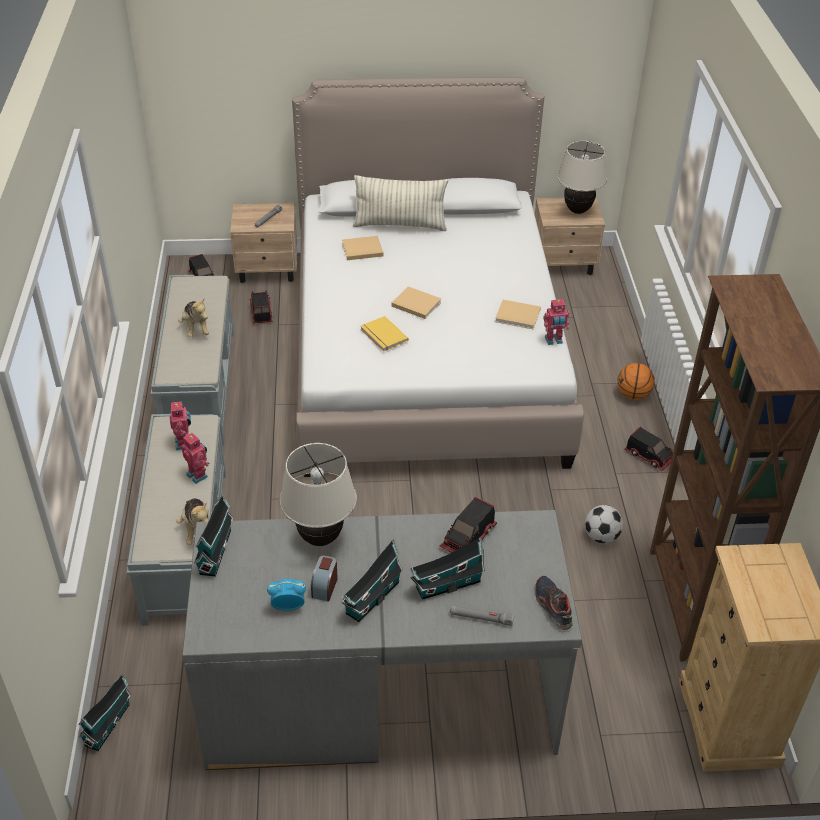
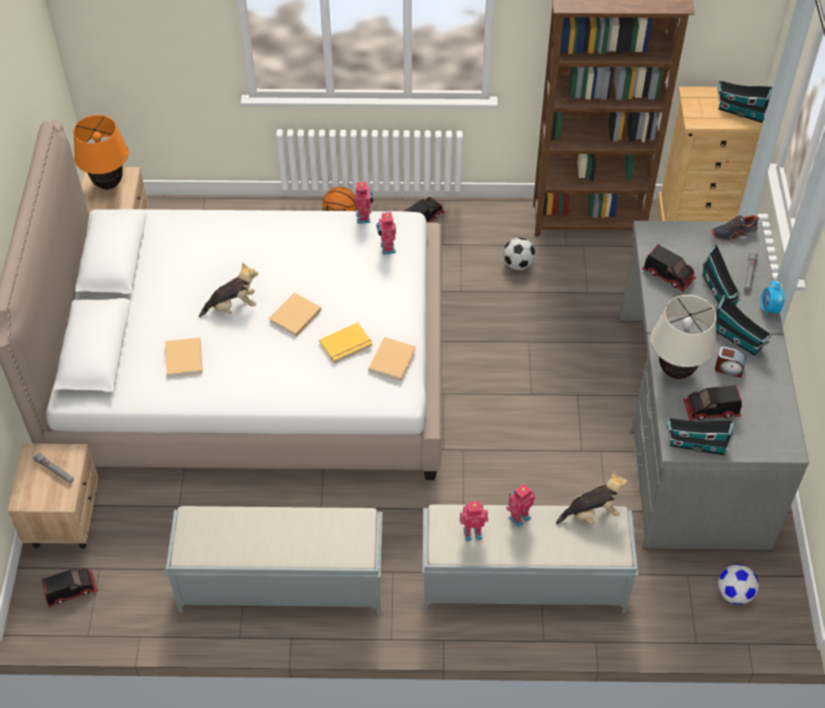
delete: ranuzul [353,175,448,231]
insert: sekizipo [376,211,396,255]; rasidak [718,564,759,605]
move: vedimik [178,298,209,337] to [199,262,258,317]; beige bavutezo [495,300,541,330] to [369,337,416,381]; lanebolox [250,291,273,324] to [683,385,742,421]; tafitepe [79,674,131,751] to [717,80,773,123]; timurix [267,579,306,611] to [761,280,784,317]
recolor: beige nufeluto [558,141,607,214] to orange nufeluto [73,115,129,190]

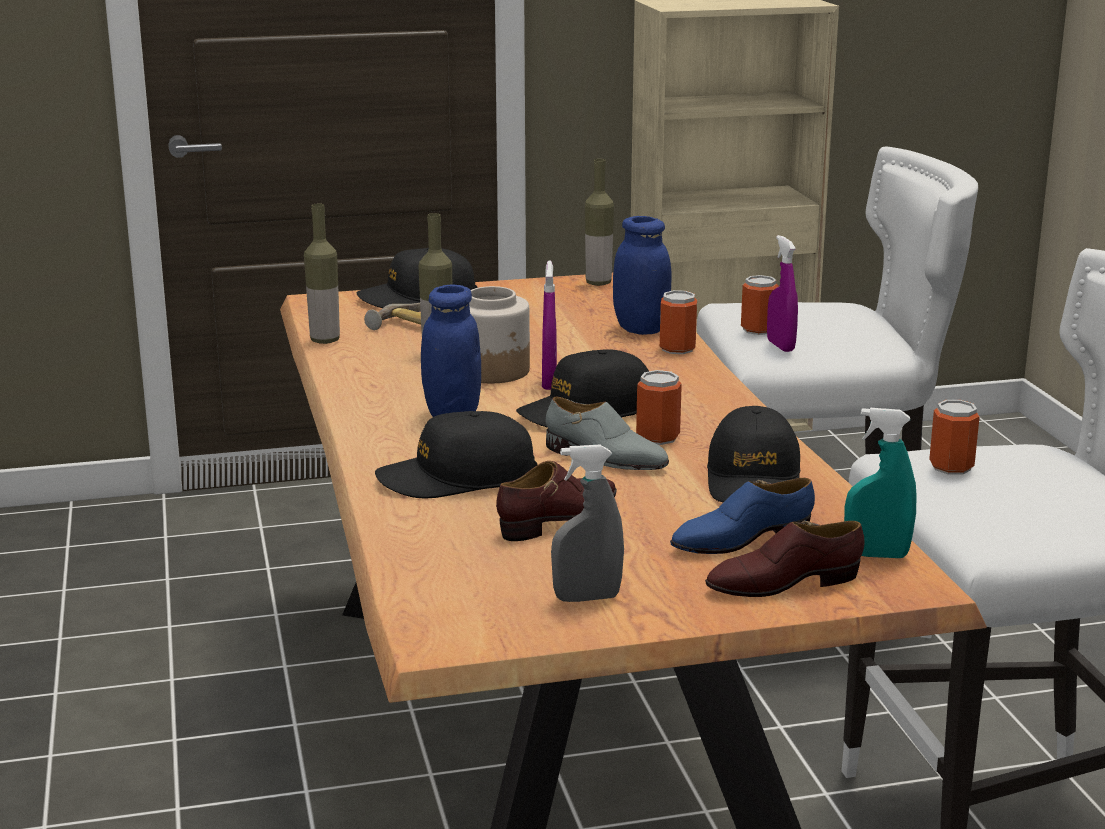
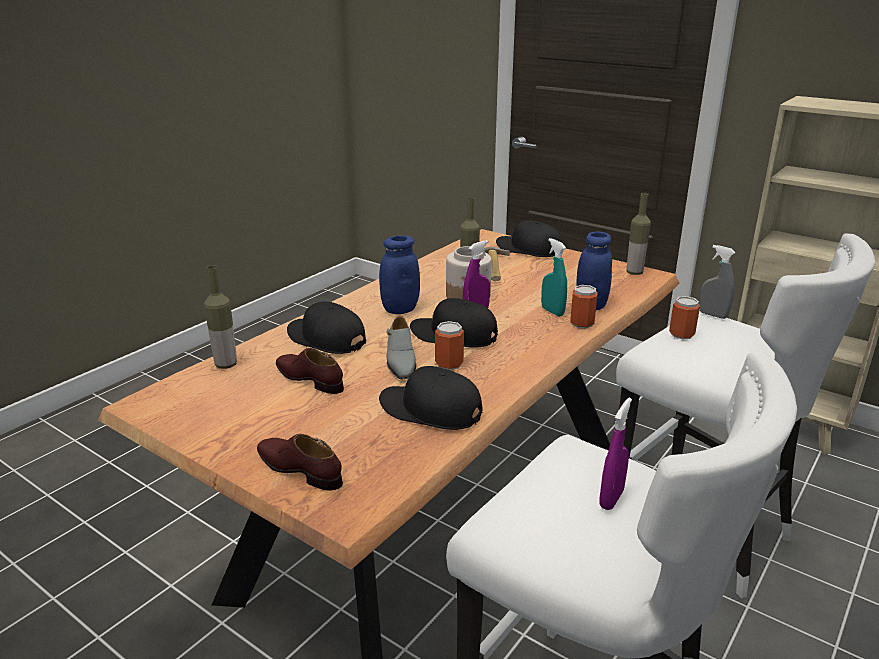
delete: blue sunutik [670,478,815,554]; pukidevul [929,400,980,474]
move: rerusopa [304,203,340,344] to [204,266,237,369]; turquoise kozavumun [844,408,917,558] to [541,238,567,317]; purple kozavumun [767,235,798,352] to [599,398,632,510]; grey kozavumun [551,445,624,602] to [699,245,736,319]
rotate: brown sunutik [496,461,617,541] = [276,348,344,394] 150 degrees counterclockwise; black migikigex [707,406,800,502] = [379,366,483,430] 60 degrees clockwise

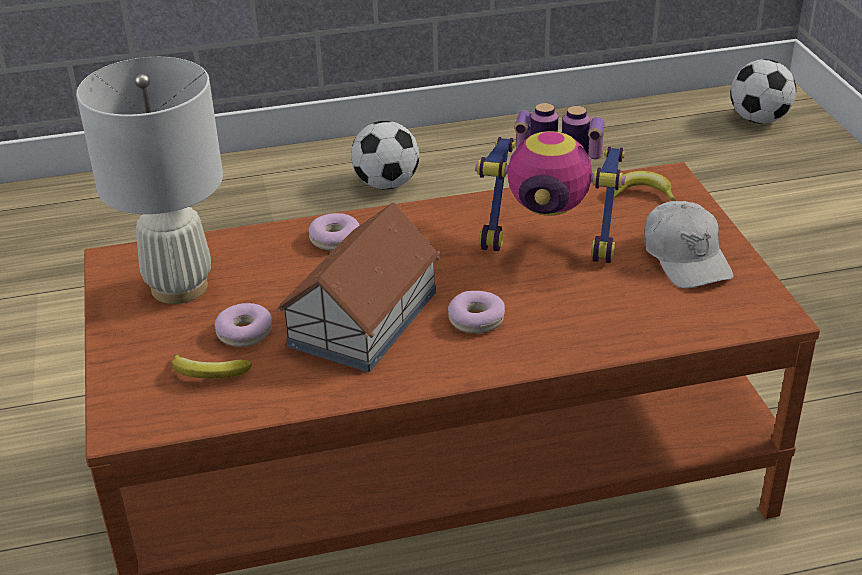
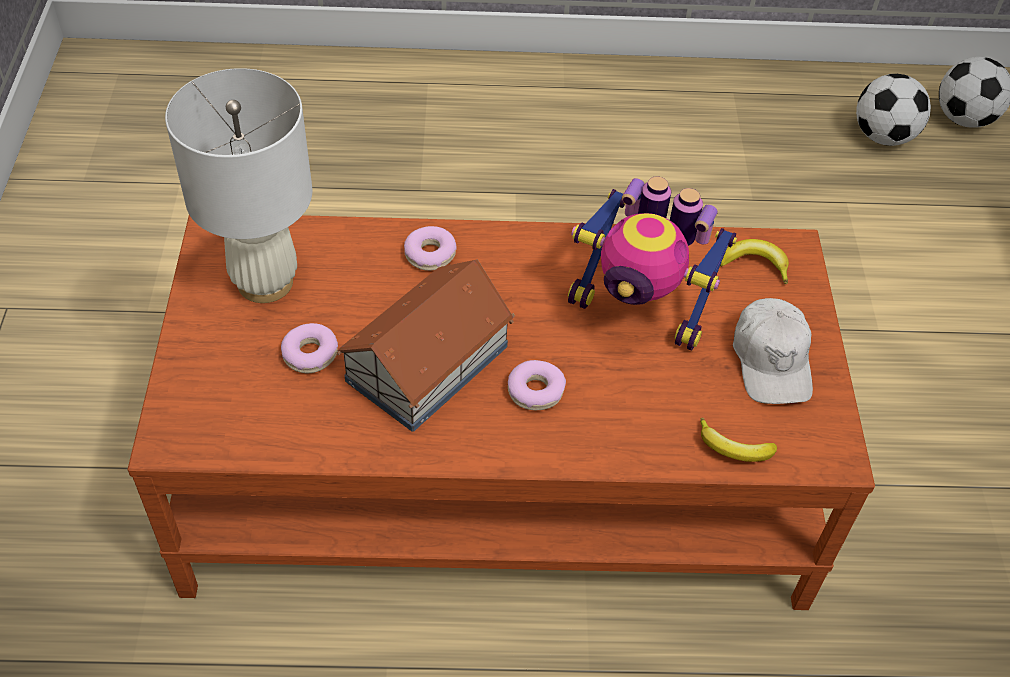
move: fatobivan [172,354,252,379] to [700,418,777,462]; rasidak [351,121,419,190] to [856,74,931,146]

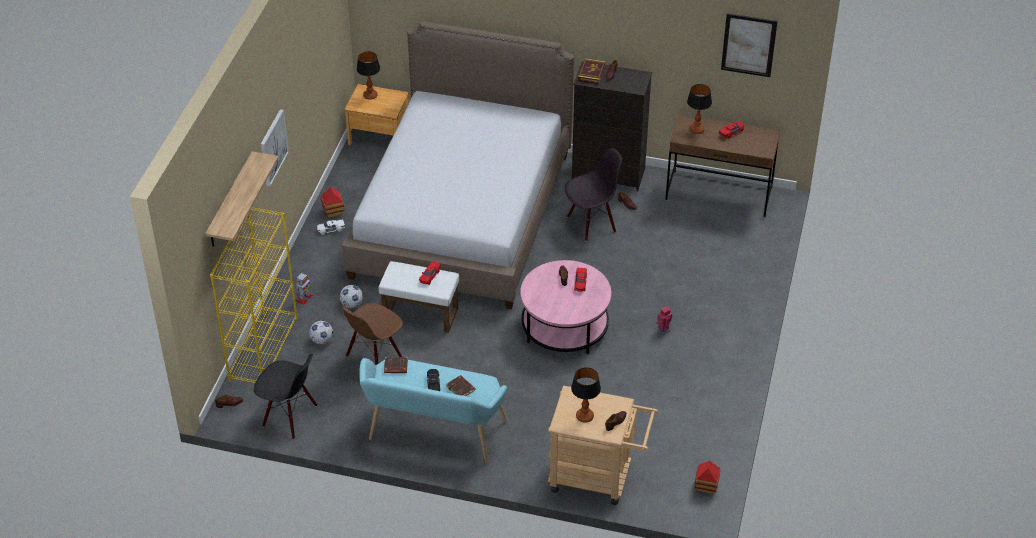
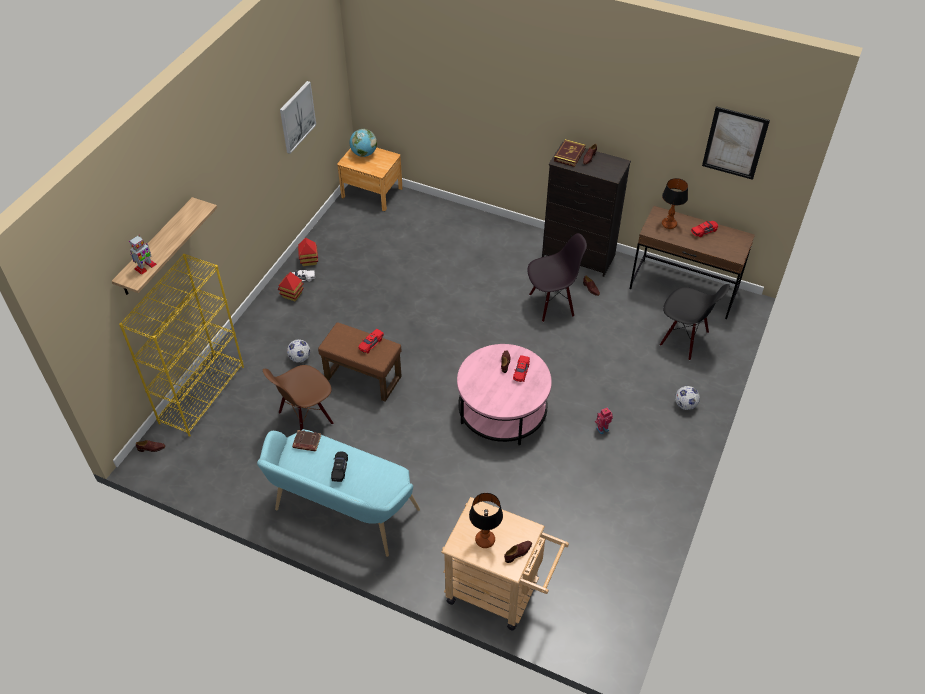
delete: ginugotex [342,22,574,309]; brown bavutezo [446,375,475,396]
move: sekizipo [296,273,313,305] to [129,234,157,275]; tafitepe [694,461,721,494] to [278,272,304,301]; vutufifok [261,109,289,187] to [280,81,316,154]; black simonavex [254,354,317,439] to [660,284,730,360]; rasidak [309,321,333,345] to [675,386,700,410]
replace: nufeluto [357,51,380,100] to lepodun [349,129,377,157]
recolor: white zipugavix [379,261,459,333] to brown zipugavix [318,322,402,402]

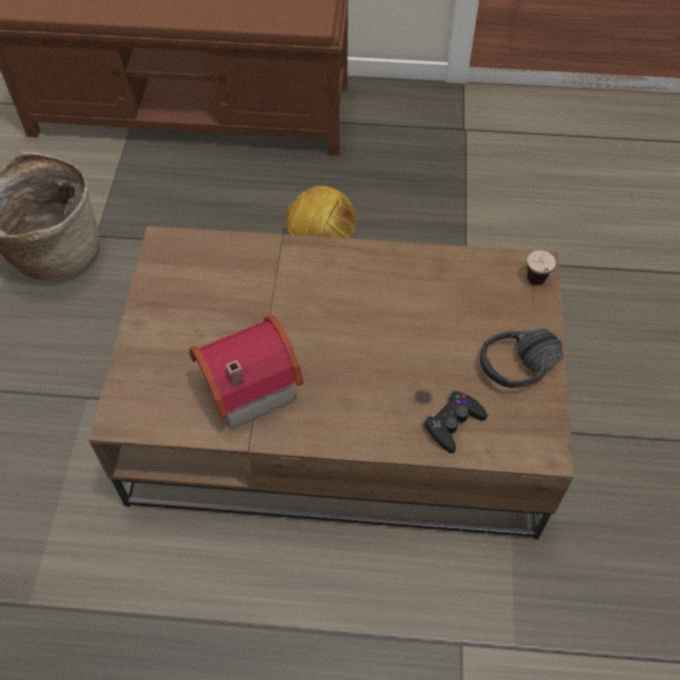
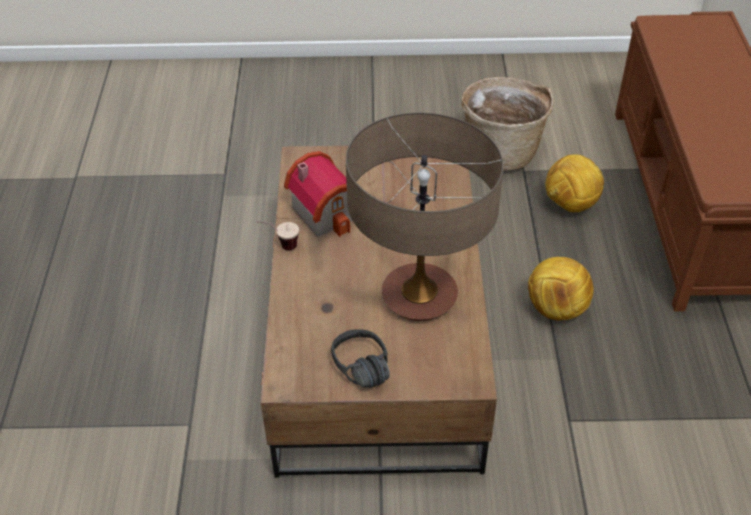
delete: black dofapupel [424,390,487,454]
insert: nufeluto [346,113,504,321]; rasidak [545,154,604,212]
move: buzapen [527,250,556,285] to [256,221,299,251]

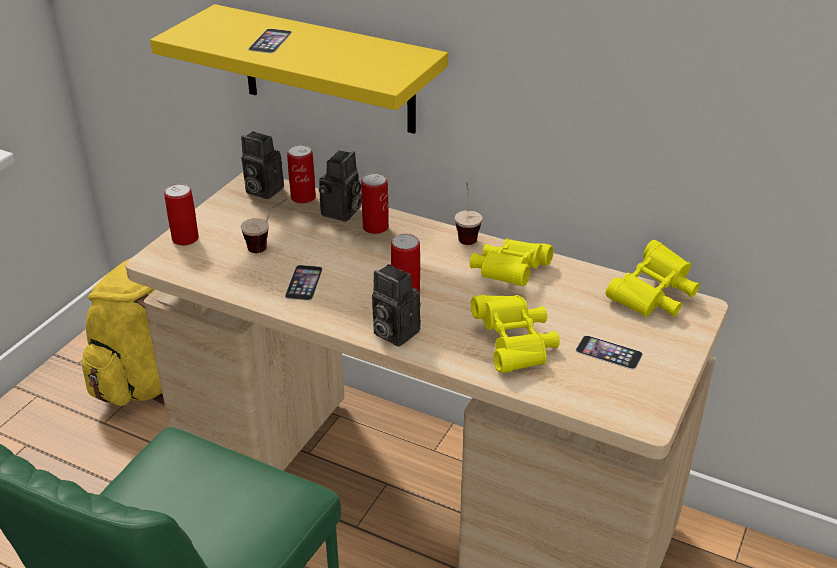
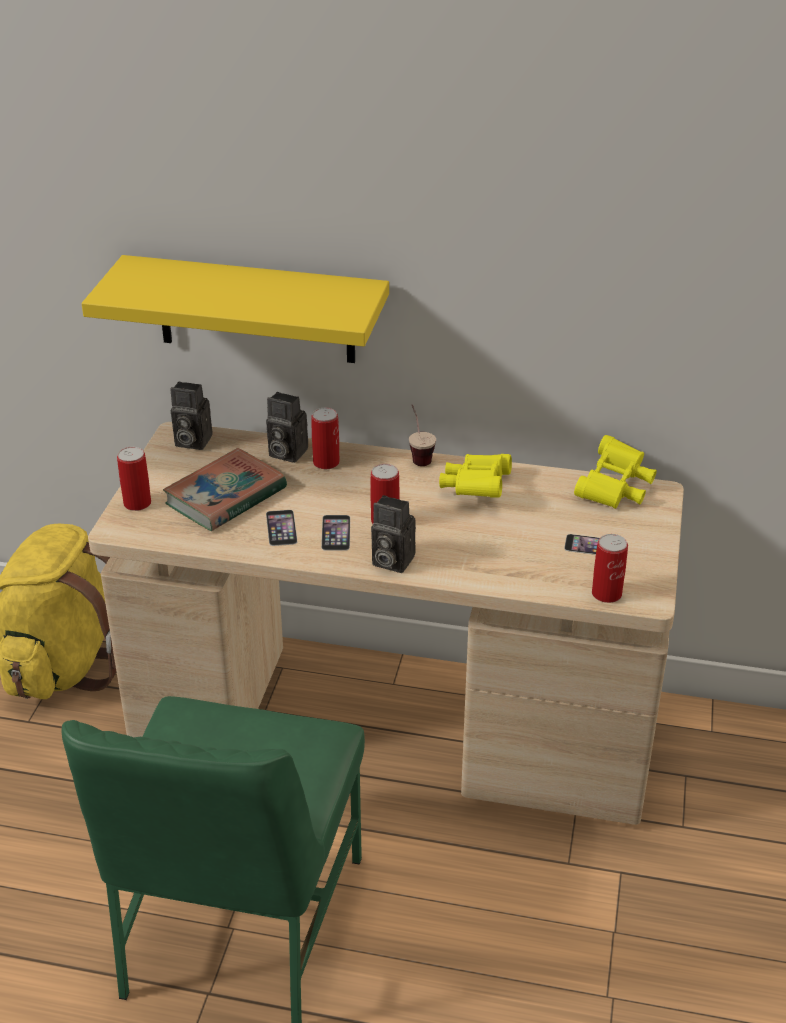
delete: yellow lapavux [471,295,560,373]
move: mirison [248,29,292,53] to [321,515,350,551]; pukidevul [287,145,316,204] to [592,534,628,603]
replace: buzapen [241,199,287,253] to bavutezo [163,448,287,531]
rotate: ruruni [319,150,362,222] = [266,392,308,463] 105 degrees clockwise

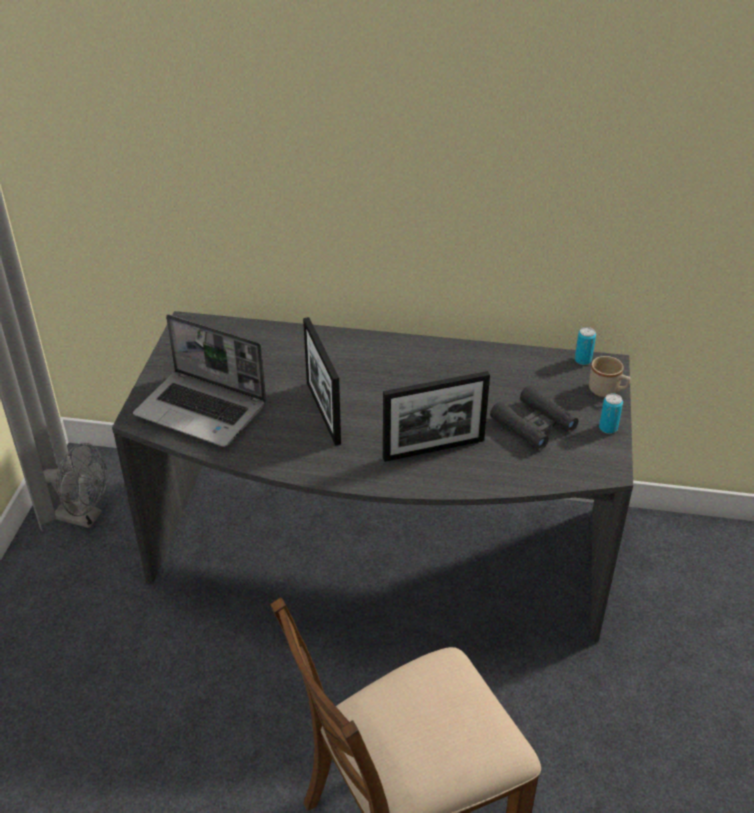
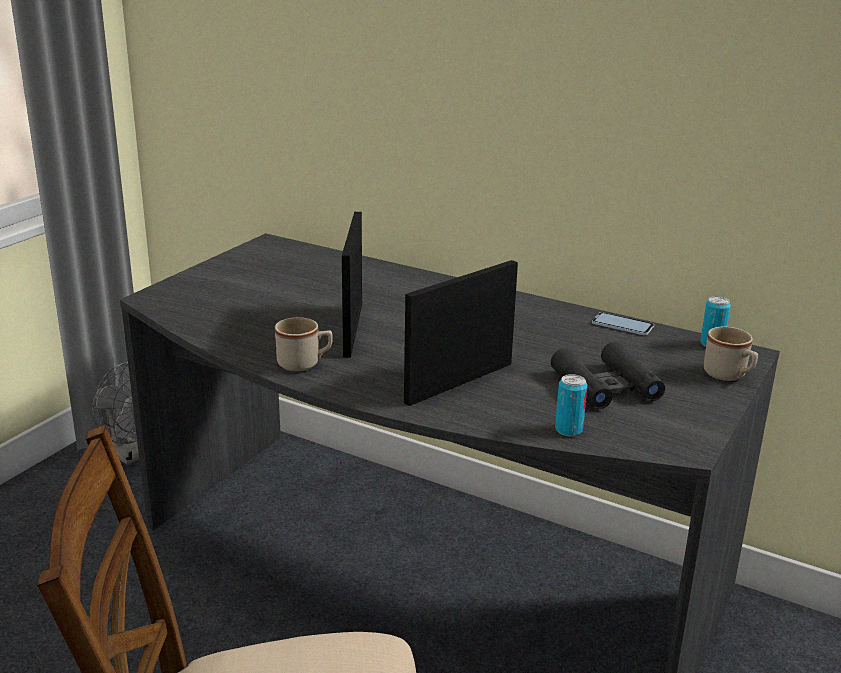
delete: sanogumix [133,314,266,447]
insert: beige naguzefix [275,317,333,372]; mirison [592,312,654,335]
move: pukidevul [599,394,623,434] to [555,374,588,436]
rotate: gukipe [383,371,490,462] = [404,260,518,406] 135 degrees clockwise

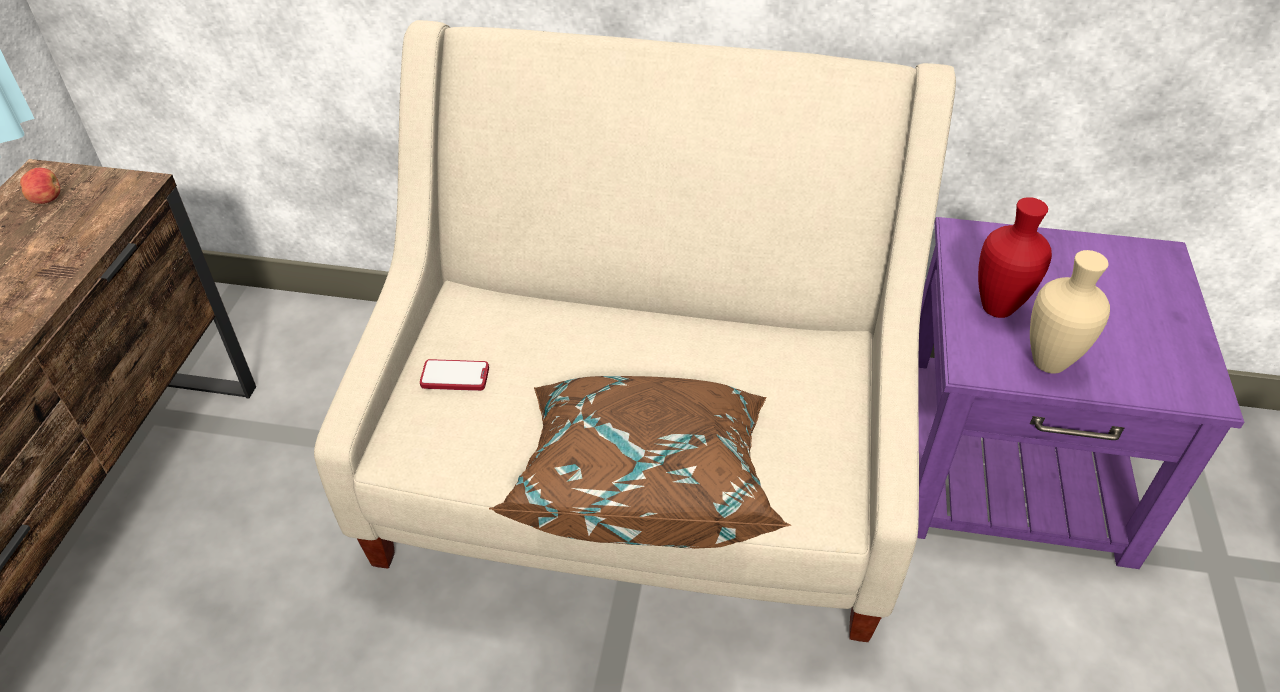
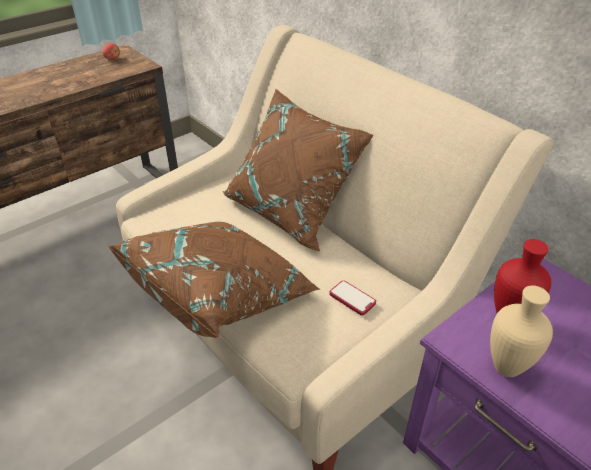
insert: brown ranuzul [222,89,373,252]
move: mirison [420,359,489,391] to [329,280,376,316]

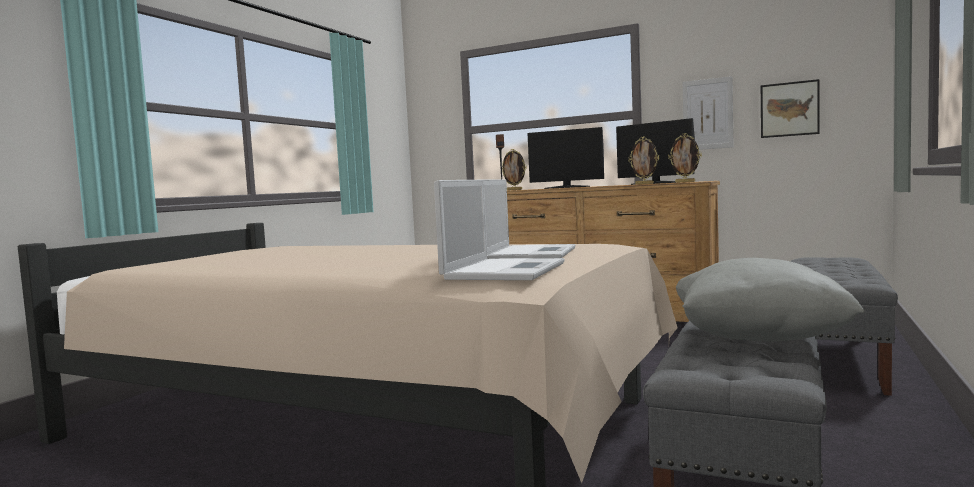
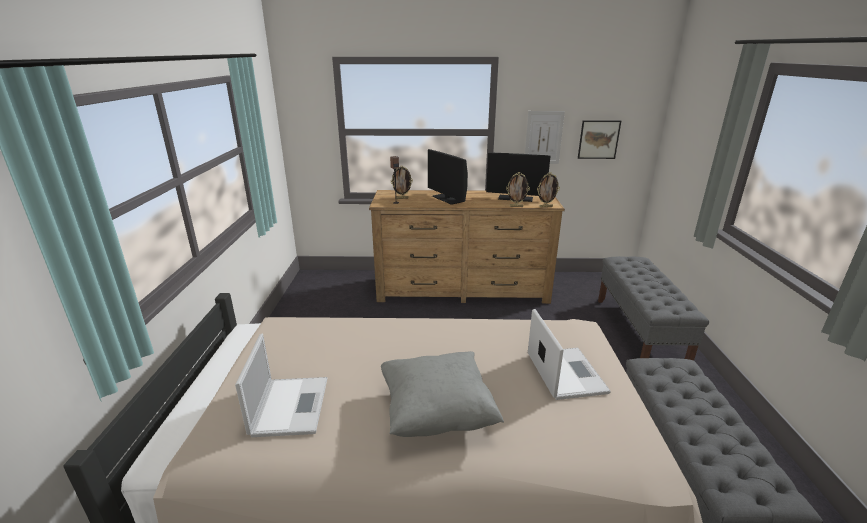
move: sanogumix [434,180,565,280] to [235,334,327,437]; grey ranuzul [676,258,864,342] to [381,351,504,437]
rotate: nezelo [528,127,604,189] = [428,149,468,205] 60 degrees clockwise

